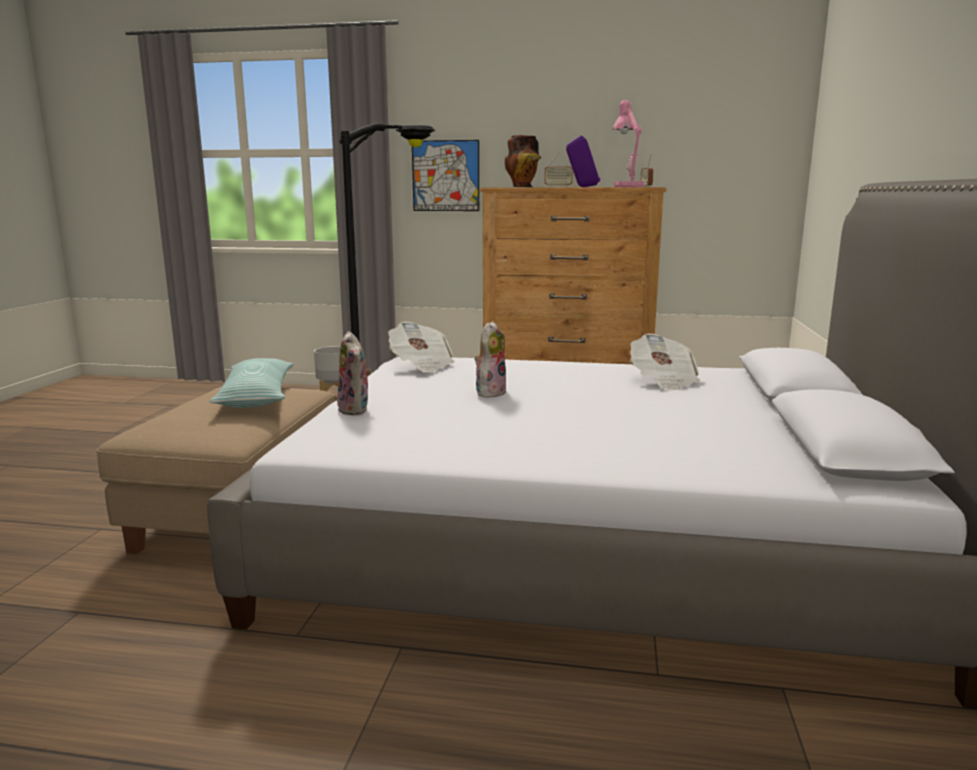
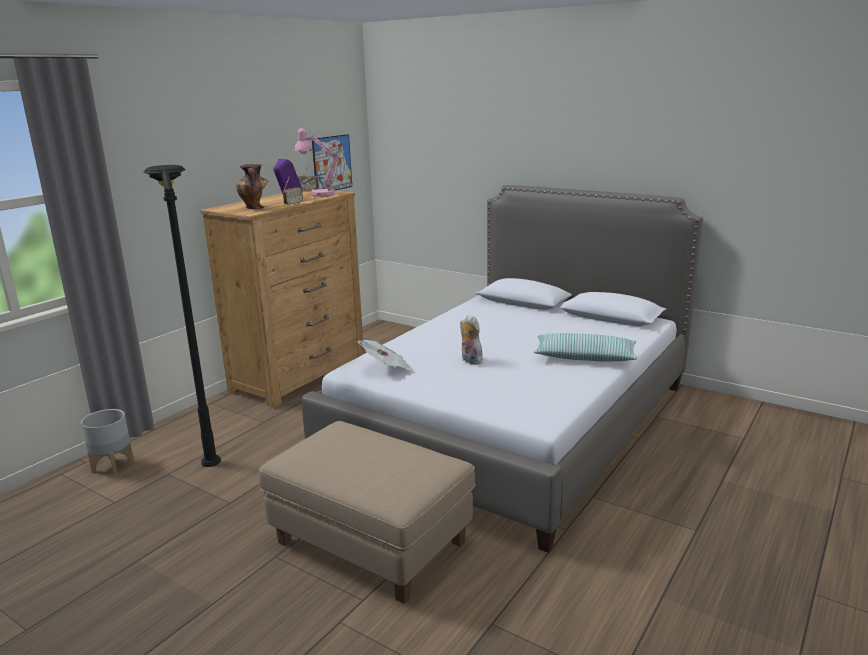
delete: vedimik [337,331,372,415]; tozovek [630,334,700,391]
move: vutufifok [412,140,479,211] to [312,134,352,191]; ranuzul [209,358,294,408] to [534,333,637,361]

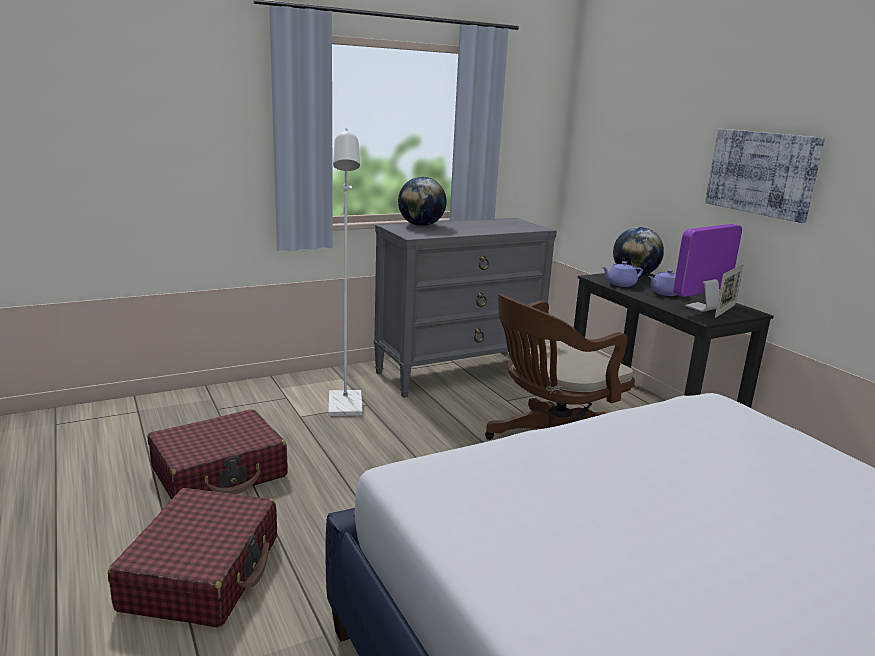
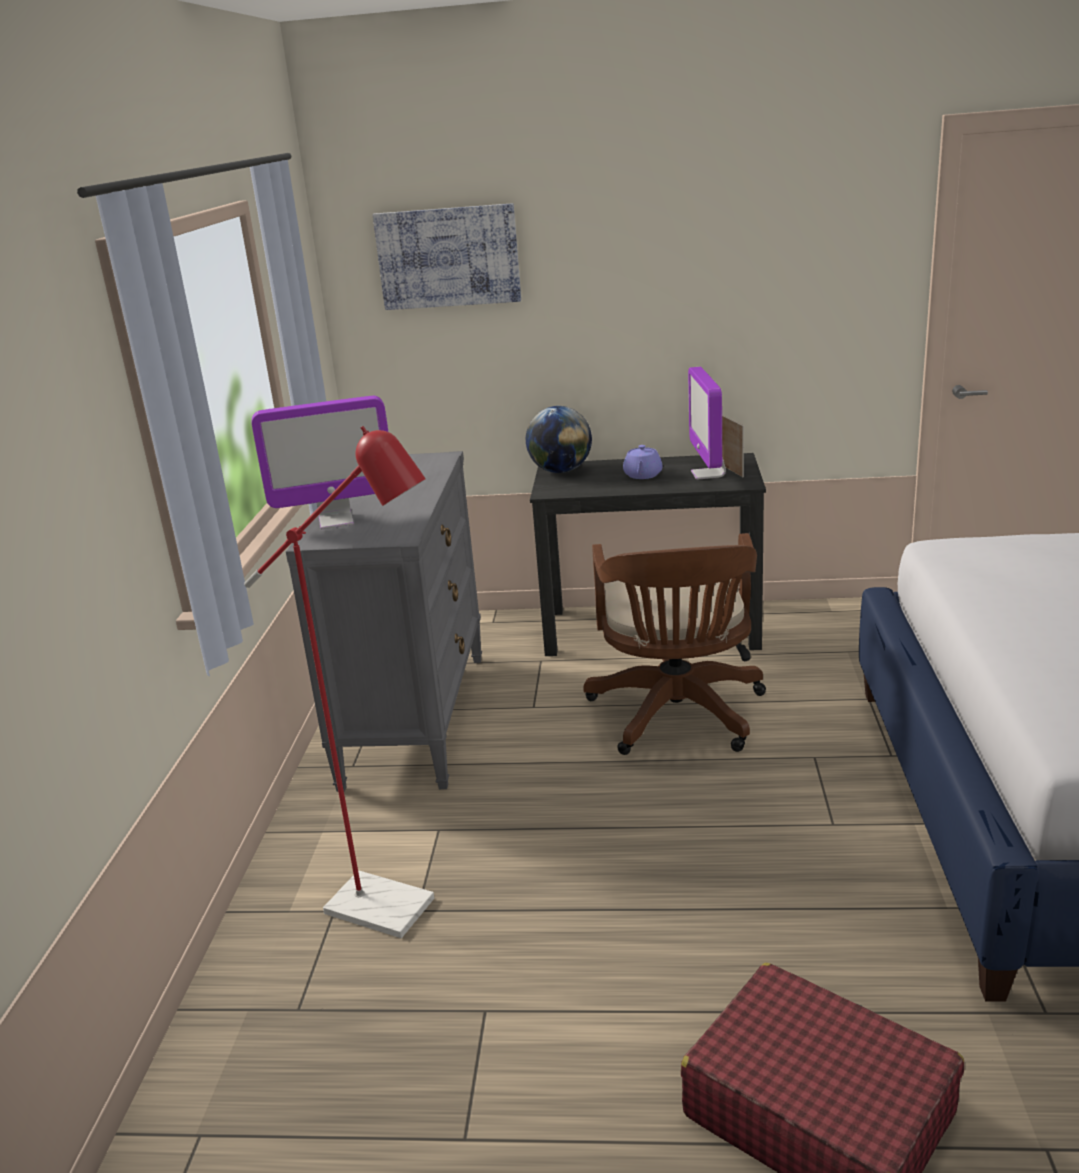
delete: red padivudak [148,409,288,500]; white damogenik [328,128,363,416]; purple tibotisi [602,261,643,287]
insert: red damogenik [244,426,434,938]
move: vutufifok [705,129,825,223] to [373,203,521,310]
replace: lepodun [398,177,447,226] to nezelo [252,396,388,529]

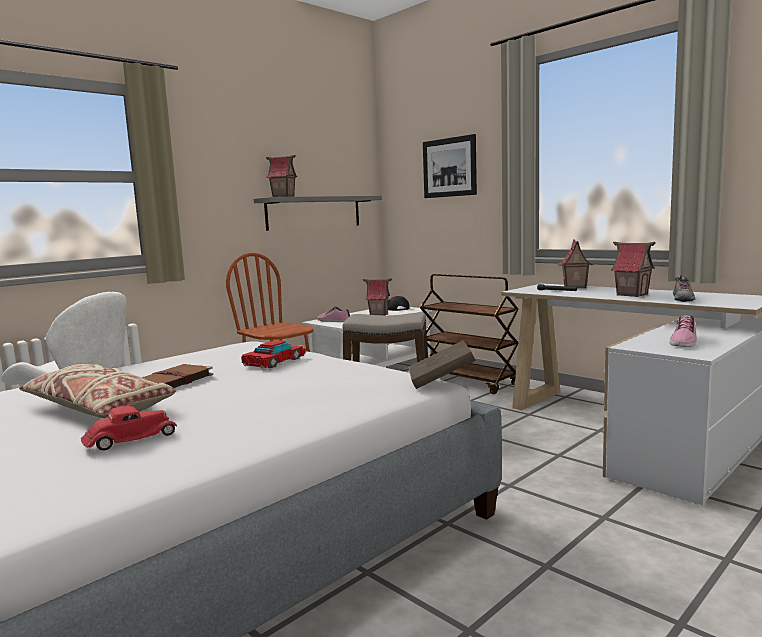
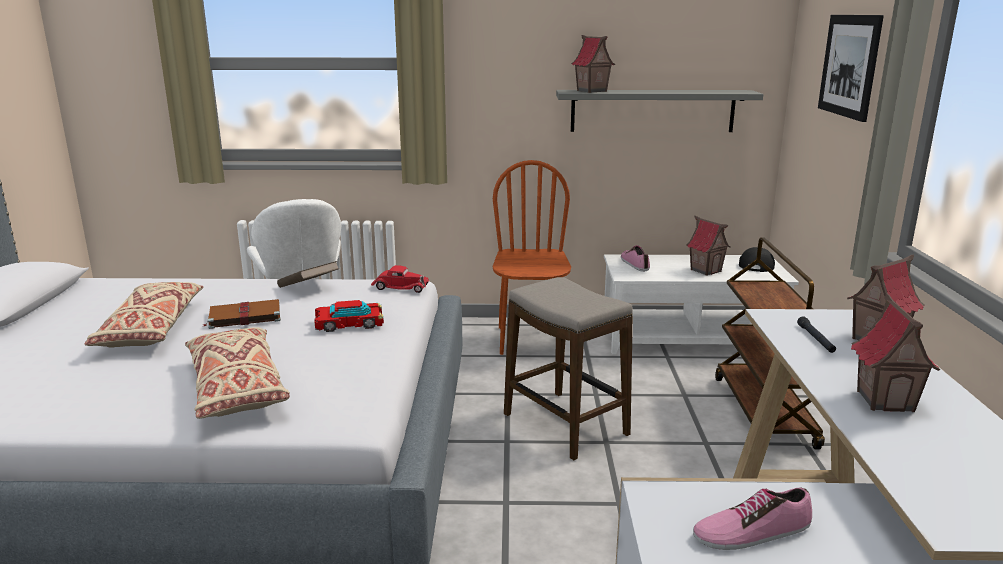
delete: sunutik [673,275,695,302]
insert: beige ranuzul [185,327,290,419]
move: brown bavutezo [408,340,476,389] to [277,261,339,288]; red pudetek [81,406,177,451] to [371,265,429,293]

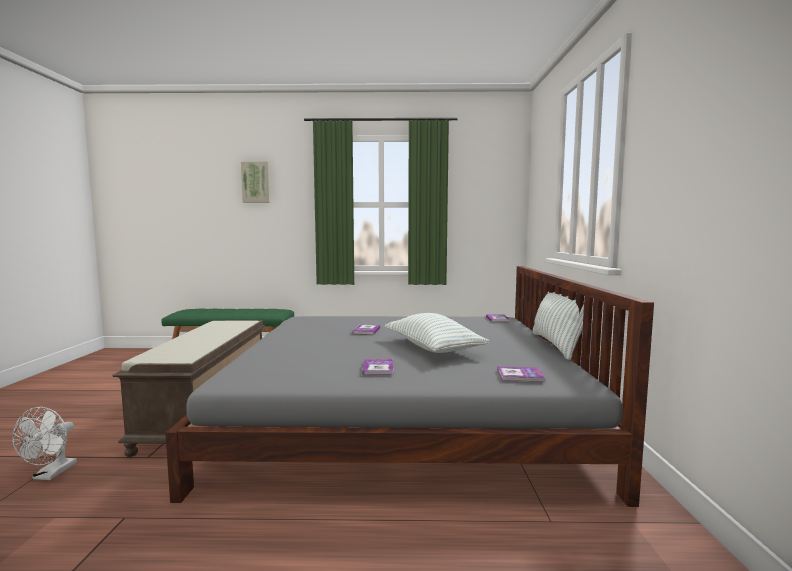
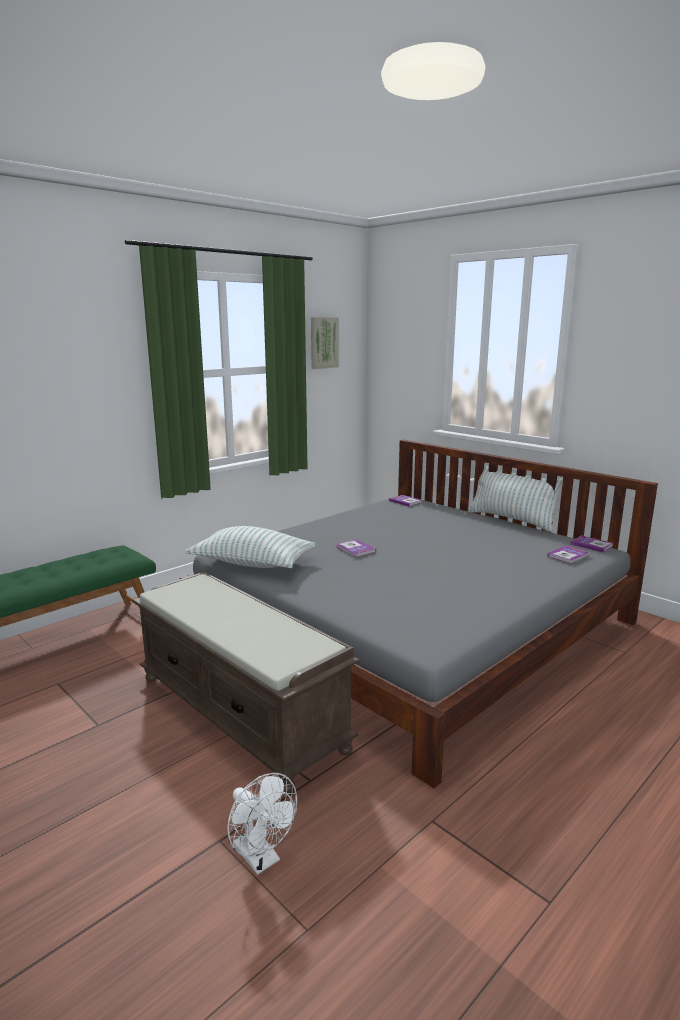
move: ranuzul [385,313,489,353] to [185,526,316,568]; vutufifok [241,162,270,203] to [311,317,339,369]; bavutezo [362,359,393,375] to [571,535,613,553]

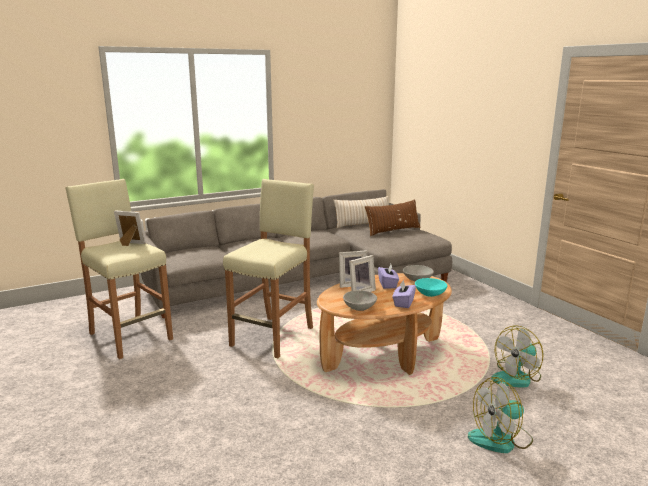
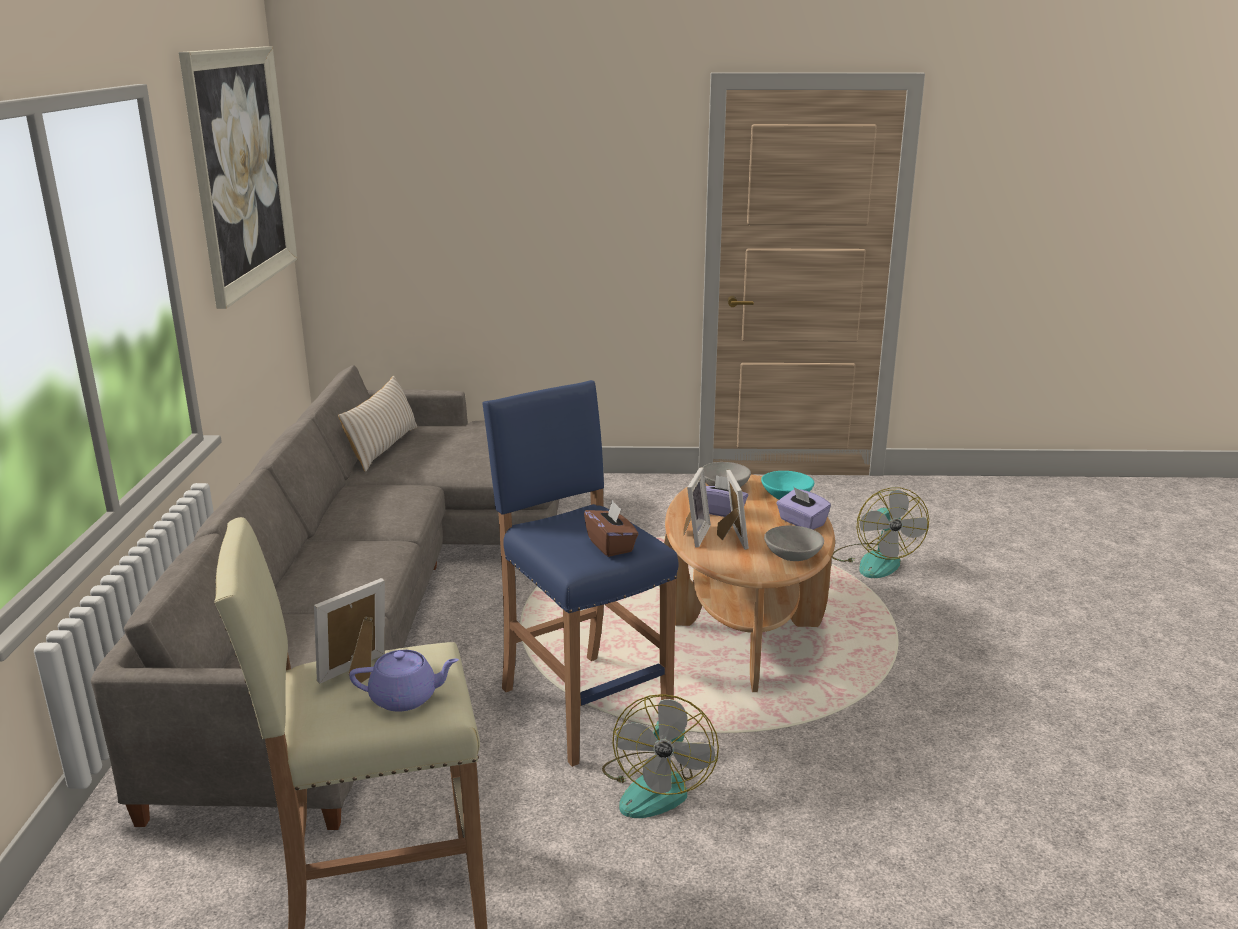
delete: brown ranuzul [365,200,420,236]
insert: vutufifok [179,47,297,309]; purple tibotisi [349,650,459,712]; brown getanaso [584,500,638,557]
move: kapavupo [468,377,533,453] to [602,694,719,818]
recolor: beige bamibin [223,179,314,358] to blue bamibin [482,380,678,767]

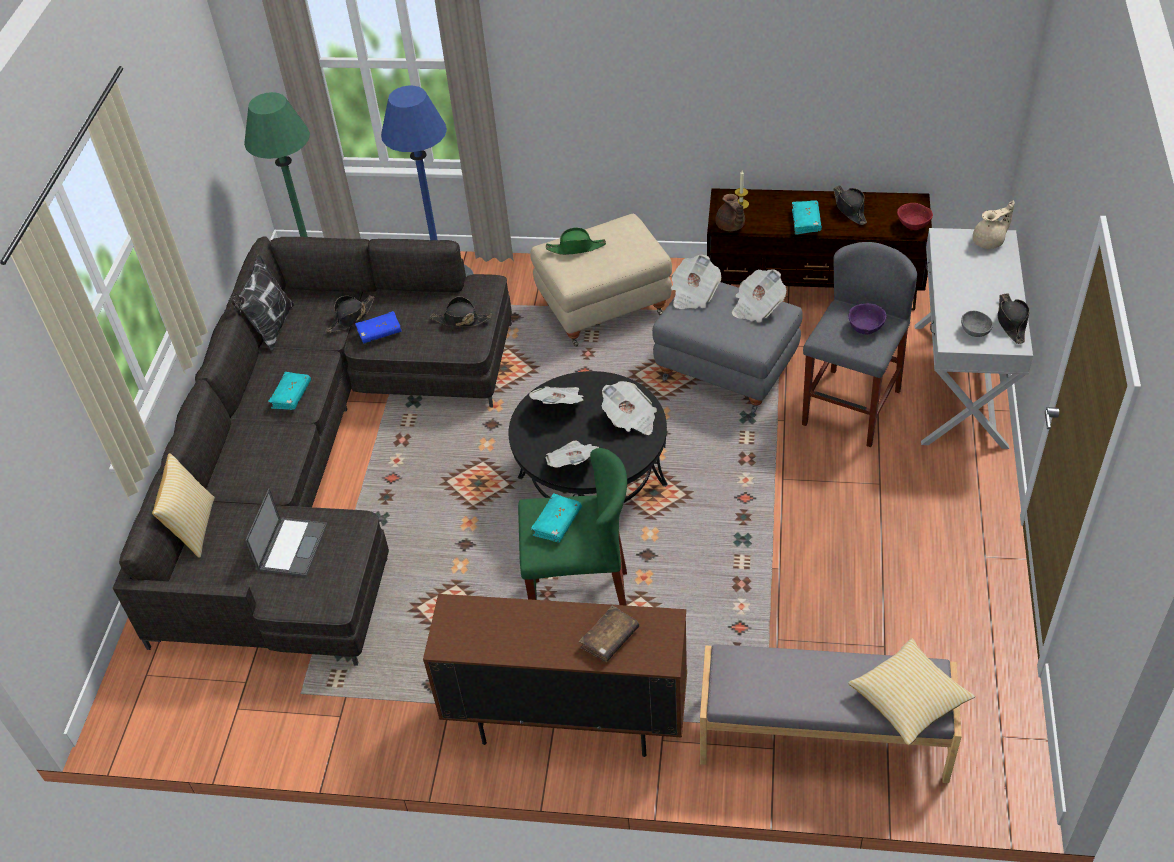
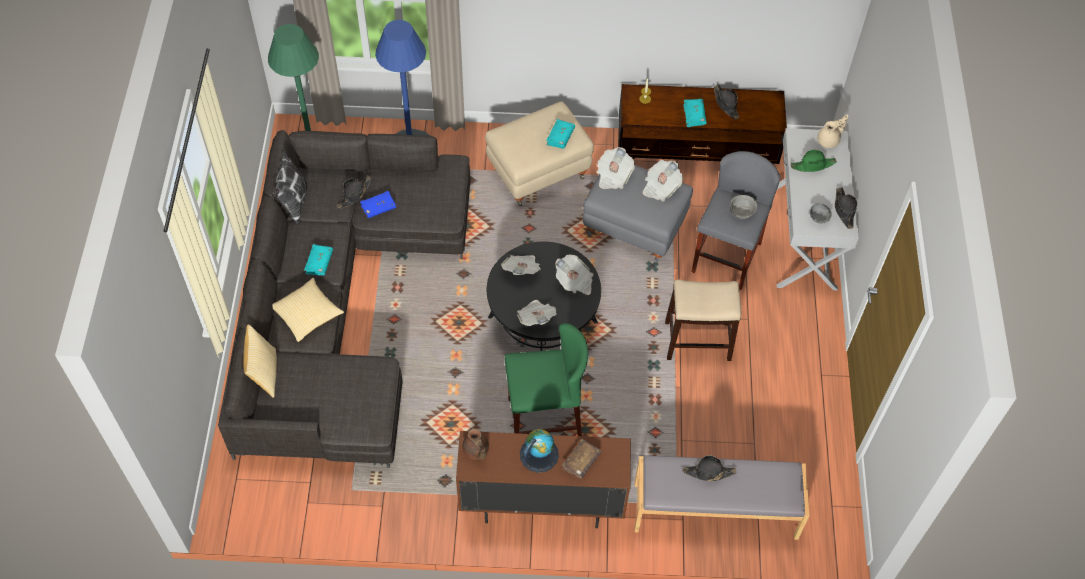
delete: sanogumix [245,488,328,577]; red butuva [897,203,933,230]
insert: lepodun [520,429,559,473]; bamibin [665,280,741,361]
move: ranuzul [848,638,975,745] to [273,278,344,342]; brown tibotisi [716,194,745,231] to [462,429,489,460]; turquoise bavutezo [531,494,582,542] to [546,119,575,149]; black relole [430,296,492,327] to [683,455,736,481]; green relole [546,227,606,255] to [791,150,837,172]
recolor: purple butuva [848,303,886,334] to grey butuva [730,195,757,219]

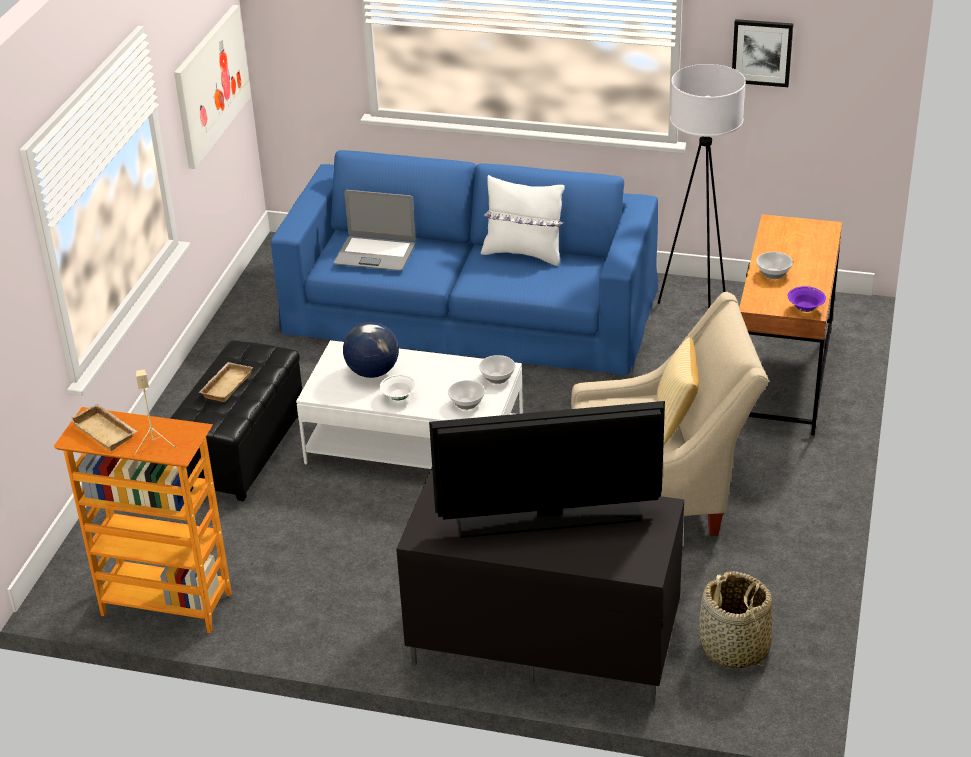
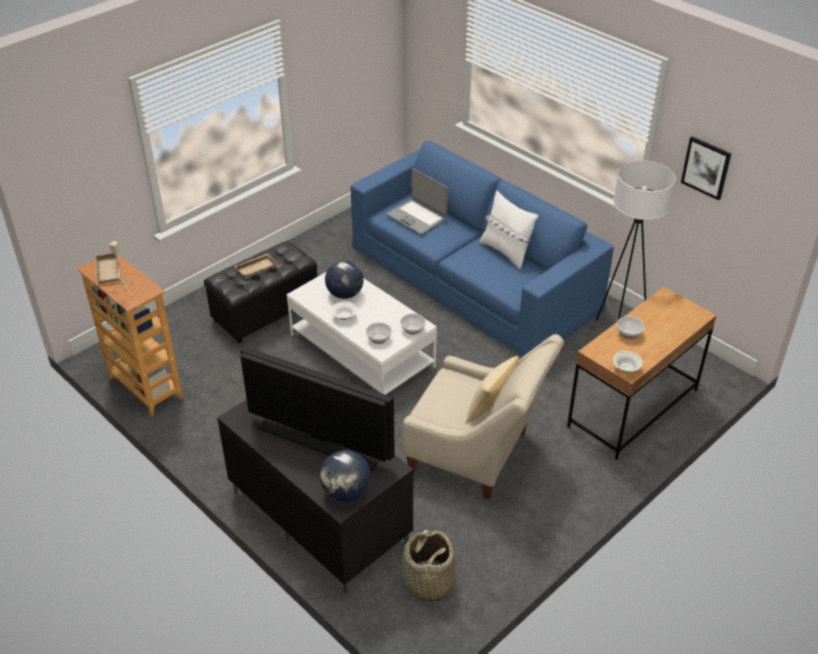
delete: vutufifok [174,5,251,169]
insert: lepodun [320,450,370,501]
recolor: purple butuva [788,286,826,312] to white butuva [613,351,643,373]

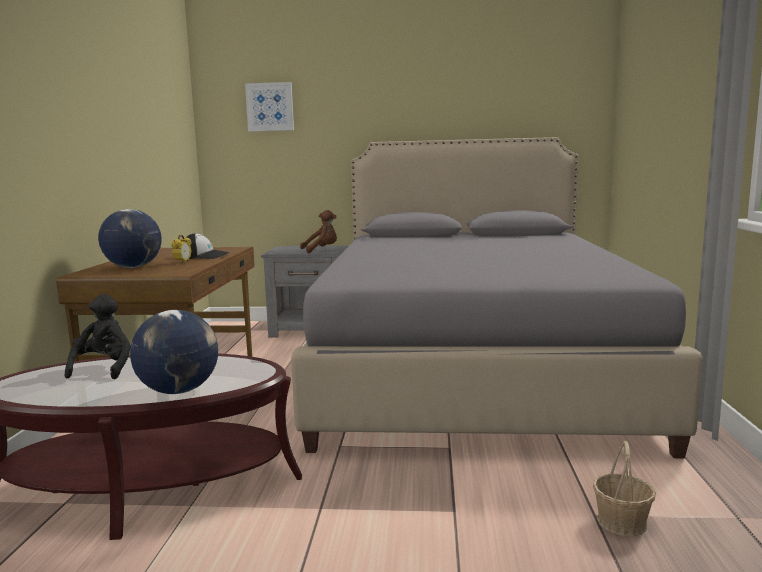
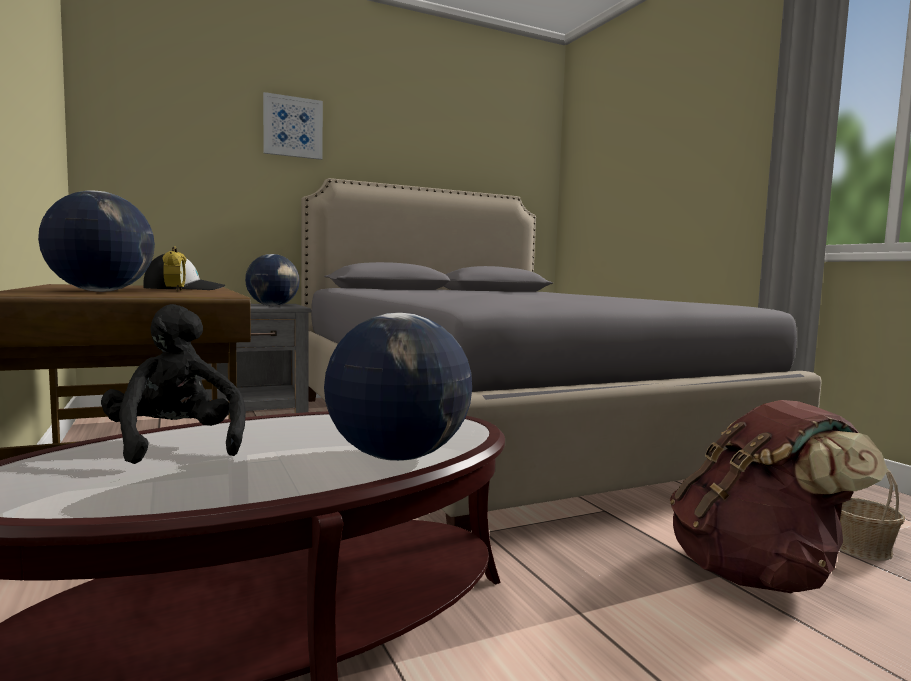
insert: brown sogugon [670,400,888,593]
move: vutufifok [245,82,294,132] to [263,92,323,160]
replace: brown vedimik [300,210,337,253] to lepodun [245,254,300,306]

